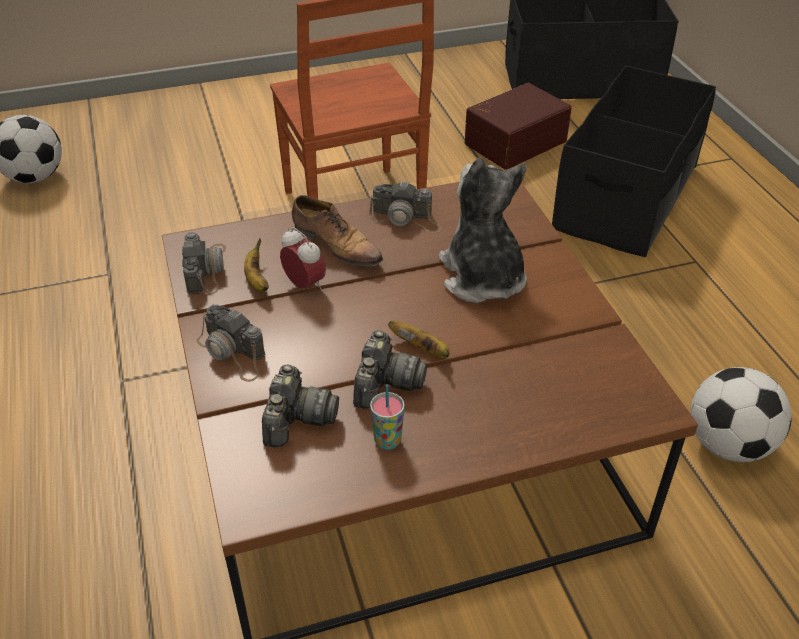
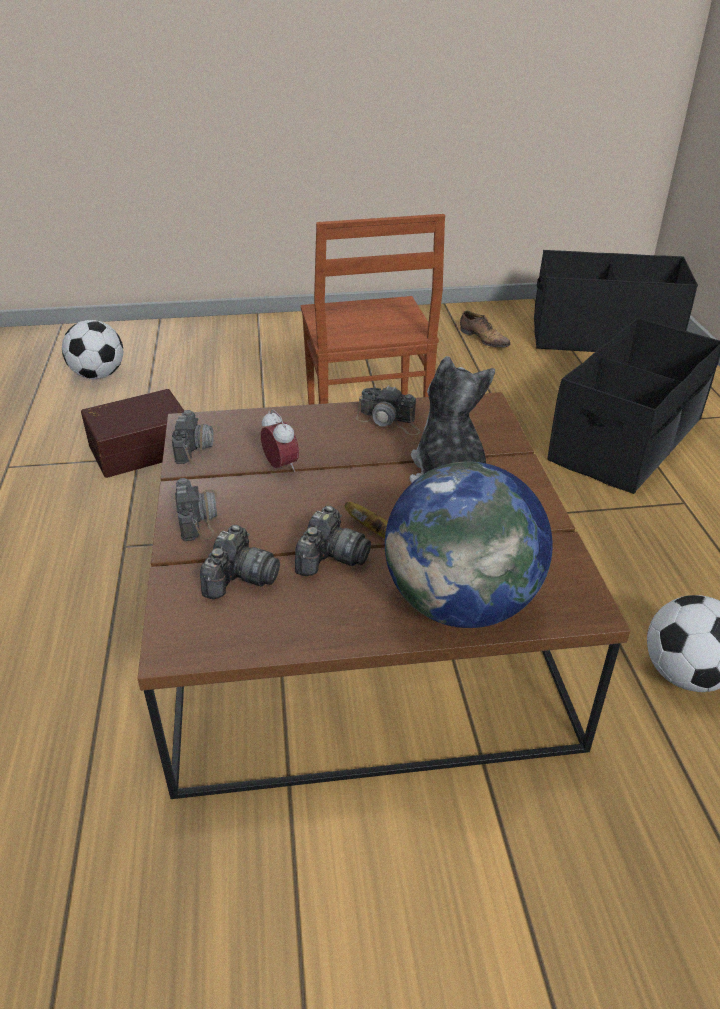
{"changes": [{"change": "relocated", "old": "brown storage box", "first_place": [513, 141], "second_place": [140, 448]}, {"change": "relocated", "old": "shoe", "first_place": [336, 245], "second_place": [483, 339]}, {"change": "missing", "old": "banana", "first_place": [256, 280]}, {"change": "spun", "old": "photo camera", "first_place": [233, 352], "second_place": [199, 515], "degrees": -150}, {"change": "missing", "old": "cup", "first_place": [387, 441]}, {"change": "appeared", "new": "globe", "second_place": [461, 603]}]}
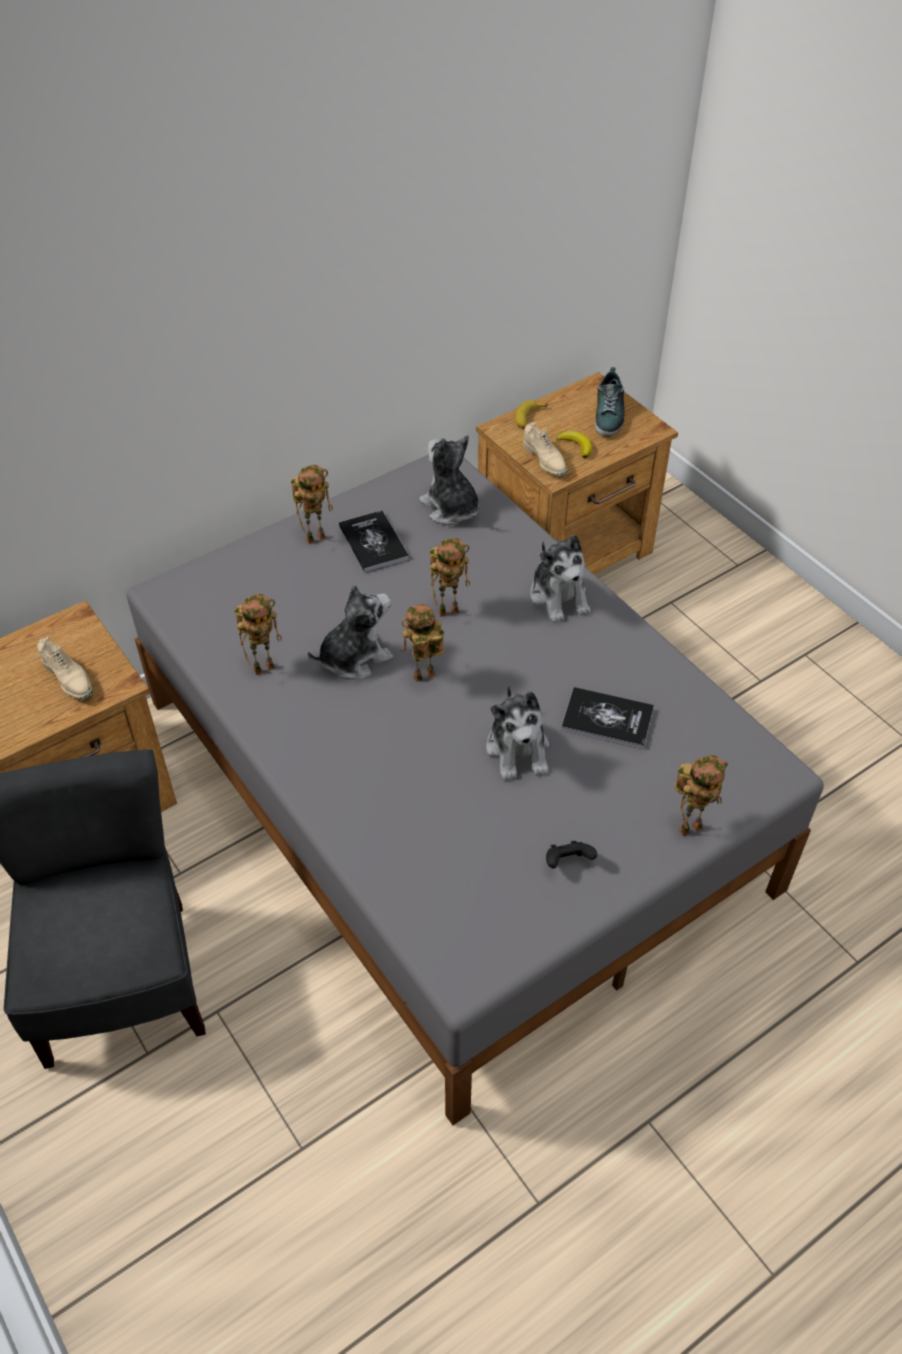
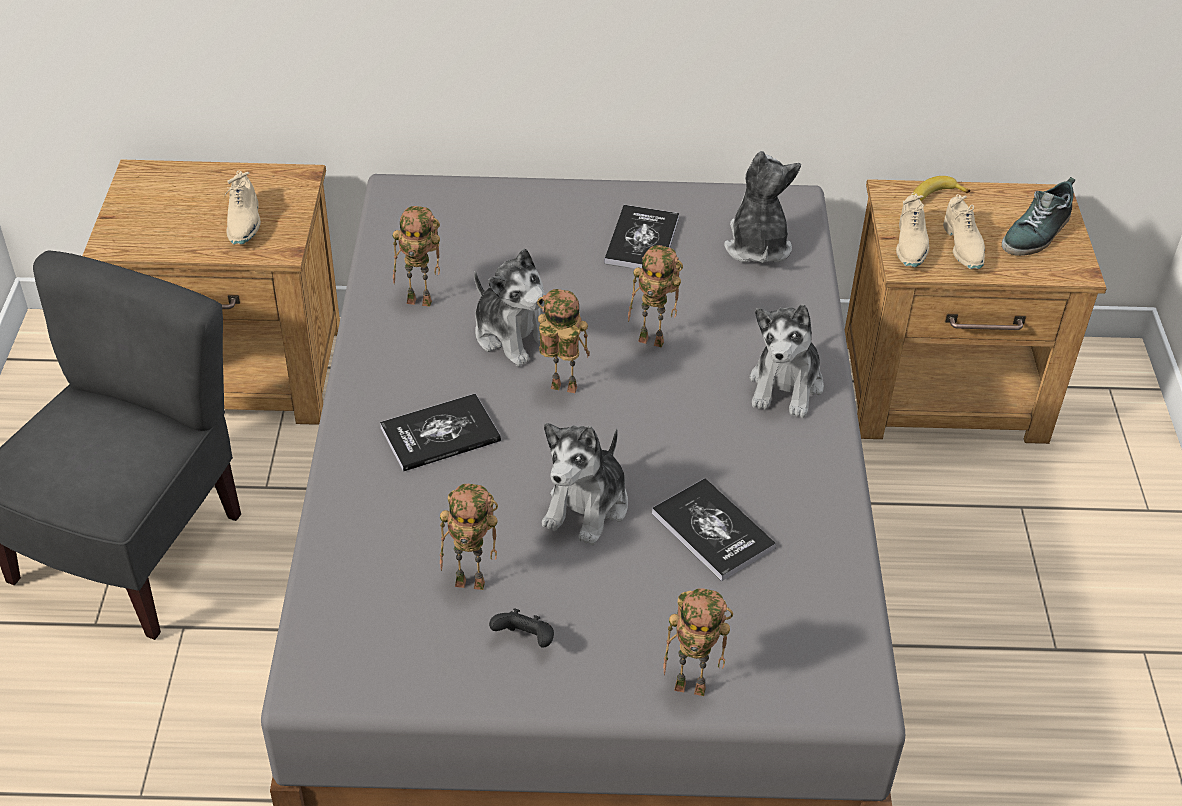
{"changes": [{"change": "exchanged", "old": "banana", "new": "beige shoe", "first_place": [576, 446], "second_place": [963, 247]}, {"change": "relocated", "old": "toy robot", "first_place": [316, 537], "second_place": [472, 581]}, {"change": "spun", "old": "plush toy", "first_place": [354, 658], "second_place": [513, 335], "degrees": 45}, {"change": "appeared", "new": "book", "second_place": [440, 434]}]}
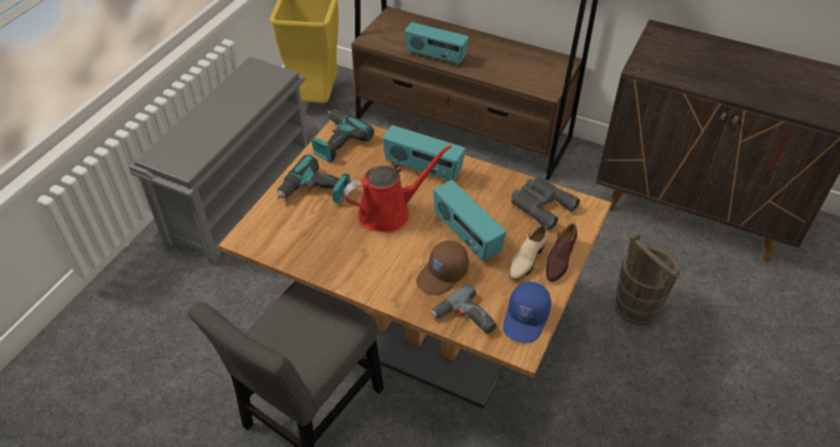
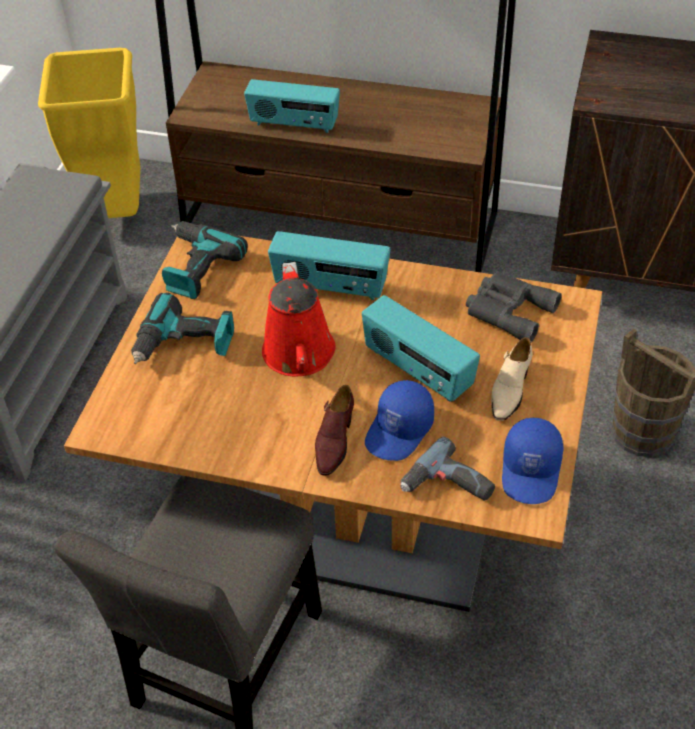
{"changes": [{"change": "spun", "old": "red watering can", "first_place": [389, 212], "second_place": [299, 356], "degrees": 120}, {"change": "relocated", "old": "brown shoe", "first_place": [559, 260], "second_place": [334, 441]}, {"change": "colour", "old": "brown cap", "new": "blue cap", "first_place": [442, 275], "second_place": [400, 431]}]}
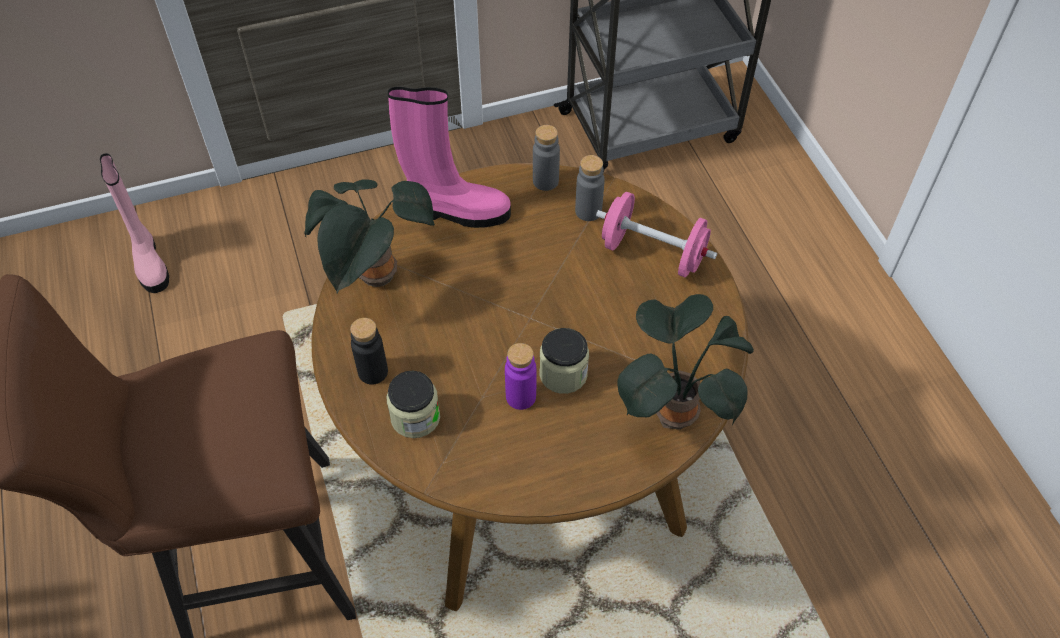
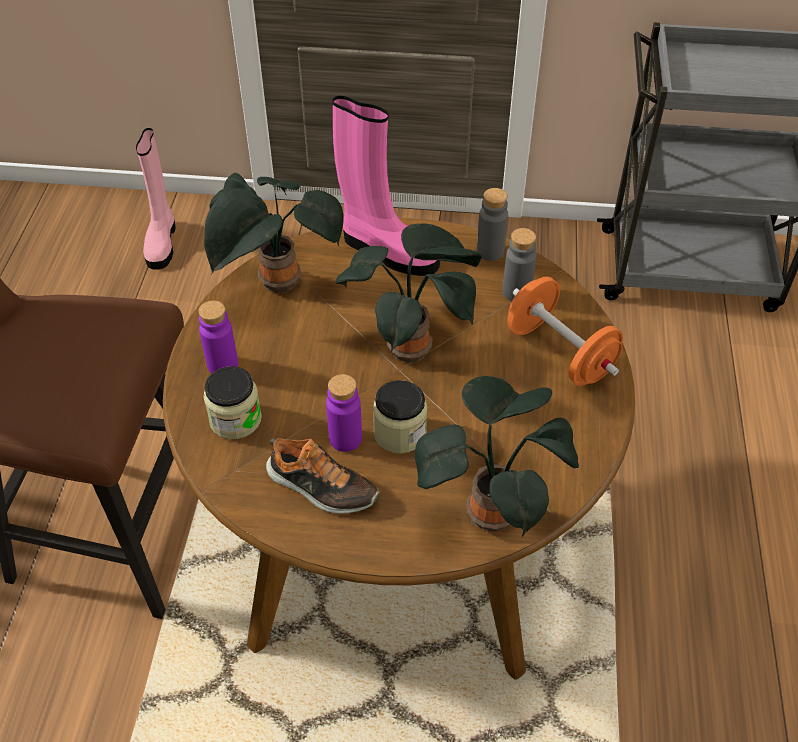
{"changes": [{"change": "colour", "old": "pink dumbbell", "new": "orange dumbbell", "first_place": [652, 253], "second_place": [560, 353]}, {"change": "colour", "old": "black bottle", "new": "purple bottle", "first_place": [373, 372], "second_place": [222, 365]}, {"change": "appeared", "new": "potted plant", "second_place": [413, 347]}, {"change": "appeared", "new": "shoe", "second_place": [321, 487]}]}
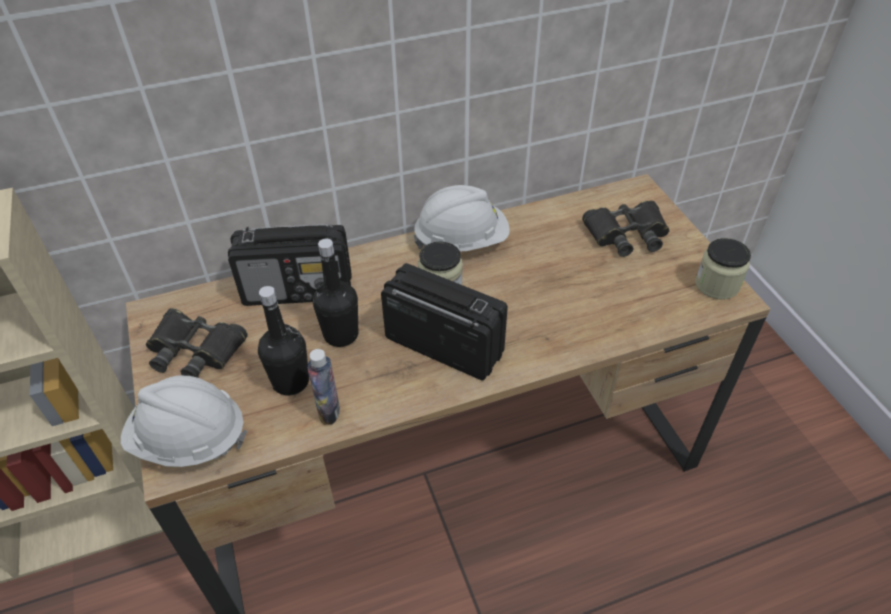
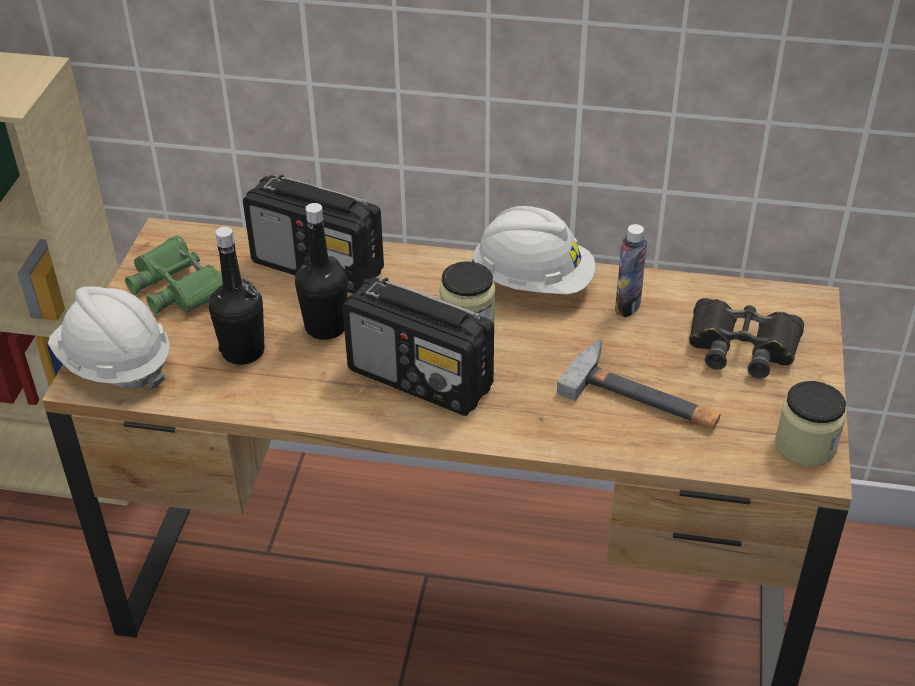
{"changes": [{"change": "spun", "old": "radio", "first_place": [443, 345], "second_place": [421, 379], "degrees": 150}, {"change": "colour", "old": "black binoculars", "new": "green binoculars", "first_place": [195, 350], "second_place": [178, 286]}, {"change": "relocated", "old": "bottle", "first_place": [329, 411], "second_place": [627, 306]}, {"change": "appeared", "new": "hammer", "second_place": [643, 397]}]}
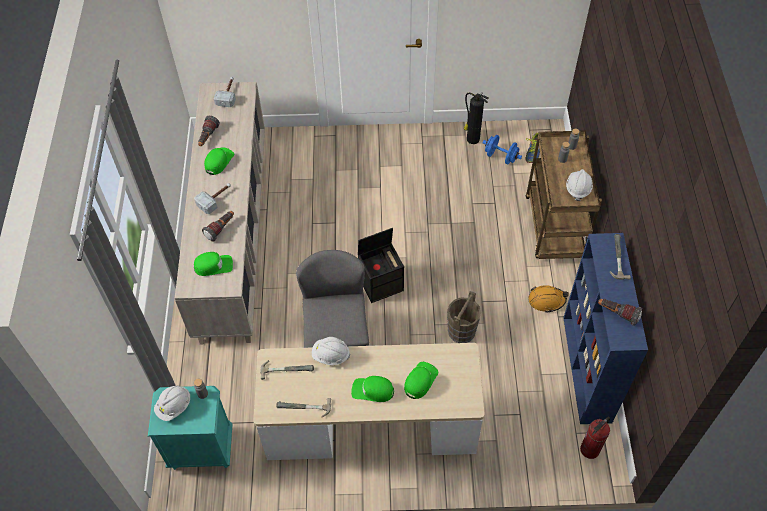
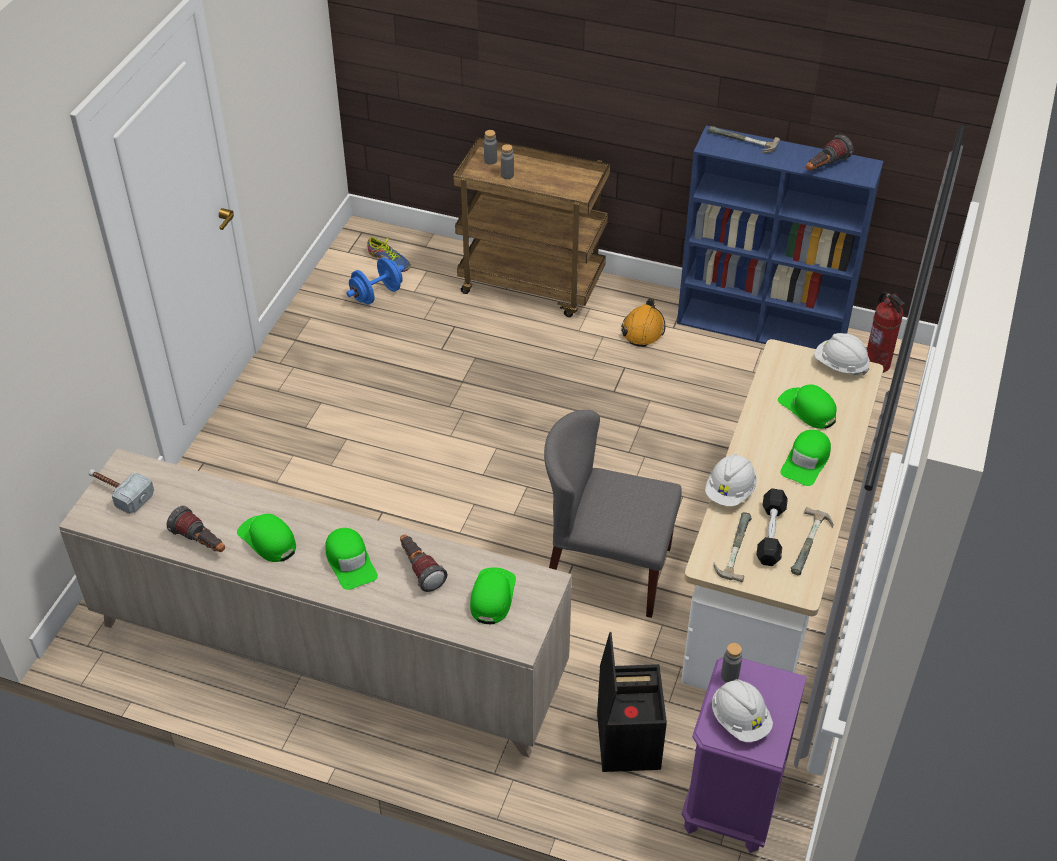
{"changes": [{"change": "missing", "old": "fire extinguisher", "first_place": [472, 138]}, {"change": "relocated", "old": "white hard hat", "first_place": [578, 188], "second_place": [840, 365]}, {"change": "exchanged", "old": "hammer", "new": "green cap", "first_place": [216, 199], "second_place": [350, 562]}, {"change": "relocated", "old": "black storage box", "first_place": [382, 284], "second_place": [627, 740]}, {"change": "missing", "old": "brown bucket", "first_place": [462, 331]}, {"change": "colour", "old": "turquoise nightstand", "new": "purple nightstand", "first_place": [201, 449], "second_place": [732, 801]}, {"change": "appeared", "new": "black dumbbell", "second_place": [770, 534]}]}
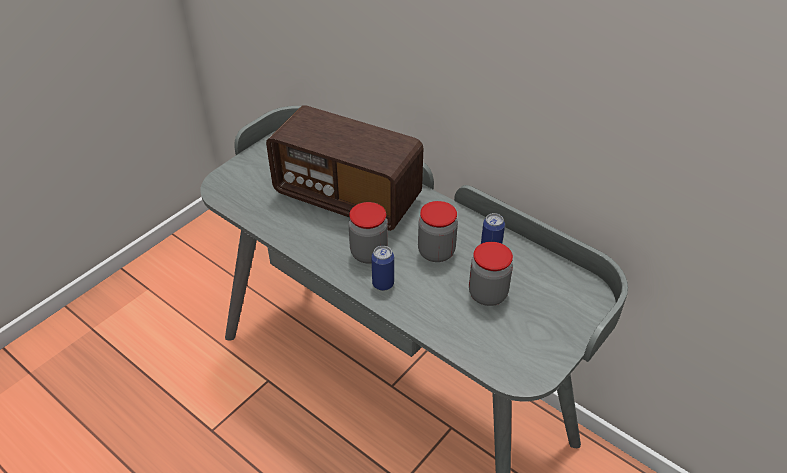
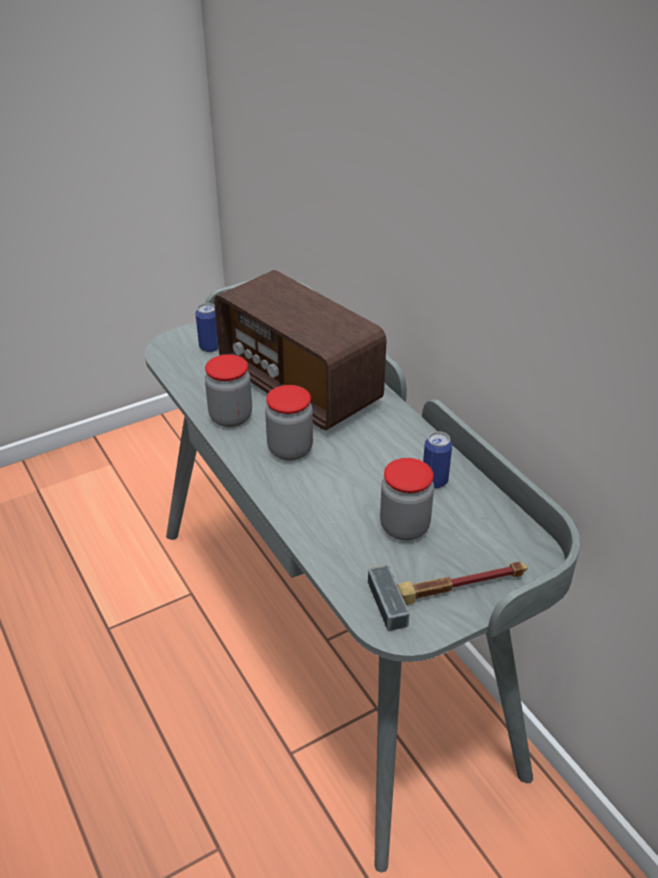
{"changes": [{"change": "relocated", "old": "jar", "first_place": [436, 252], "second_place": [231, 417]}, {"change": "relocated", "old": "can", "first_place": [383, 284], "second_place": [210, 347]}, {"change": "appeared", "new": "hammer", "second_place": [452, 590]}]}
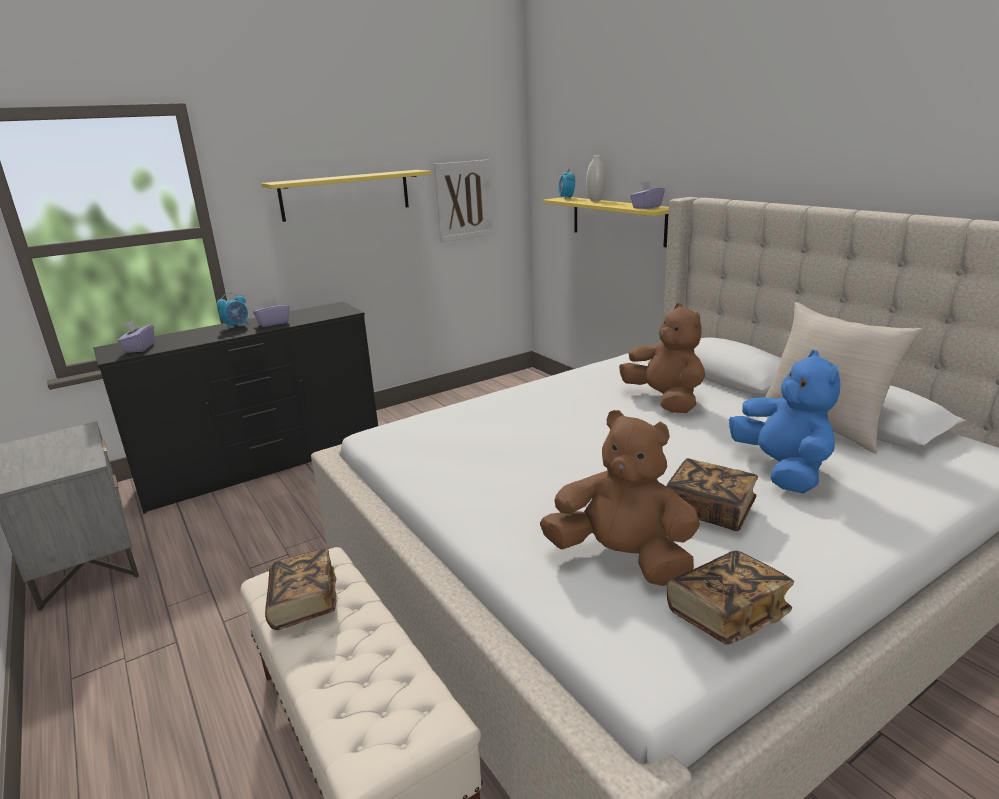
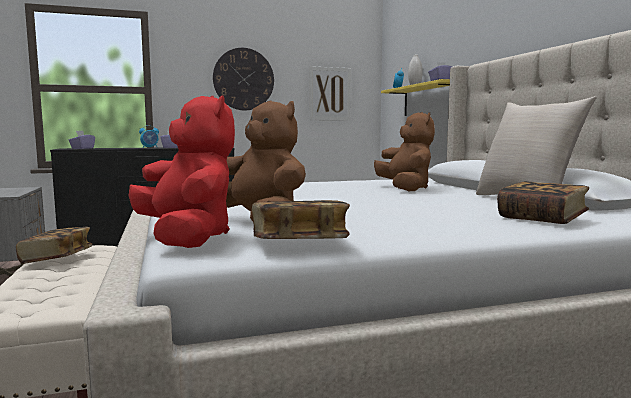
{"changes": [{"change": "exchanged", "old": "yellow shelf", "new": "wall clock", "first_place": [346, 195], "second_place": [243, 79]}, {"change": "missing", "old": "blue plush toy", "first_place": [782, 470]}, {"change": "relocated", "old": "book", "first_place": [709, 510], "second_place": [541, 219]}, {"change": "appeared", "new": "red plush toy", "second_place": [187, 238]}]}
